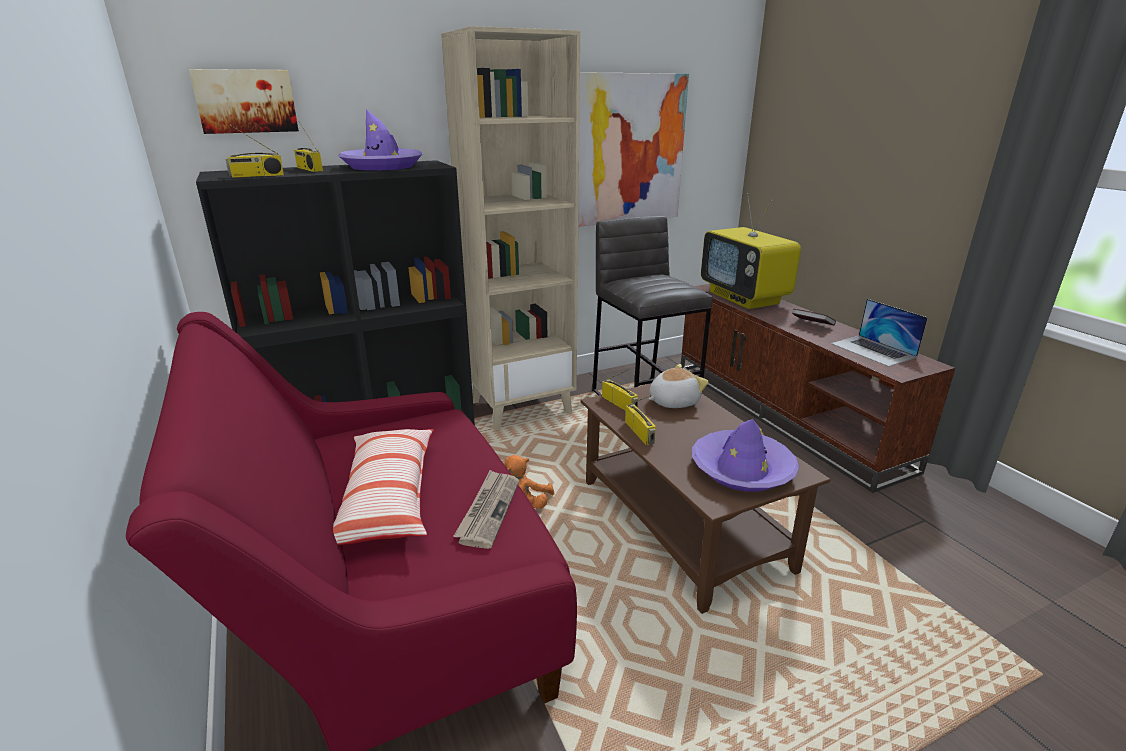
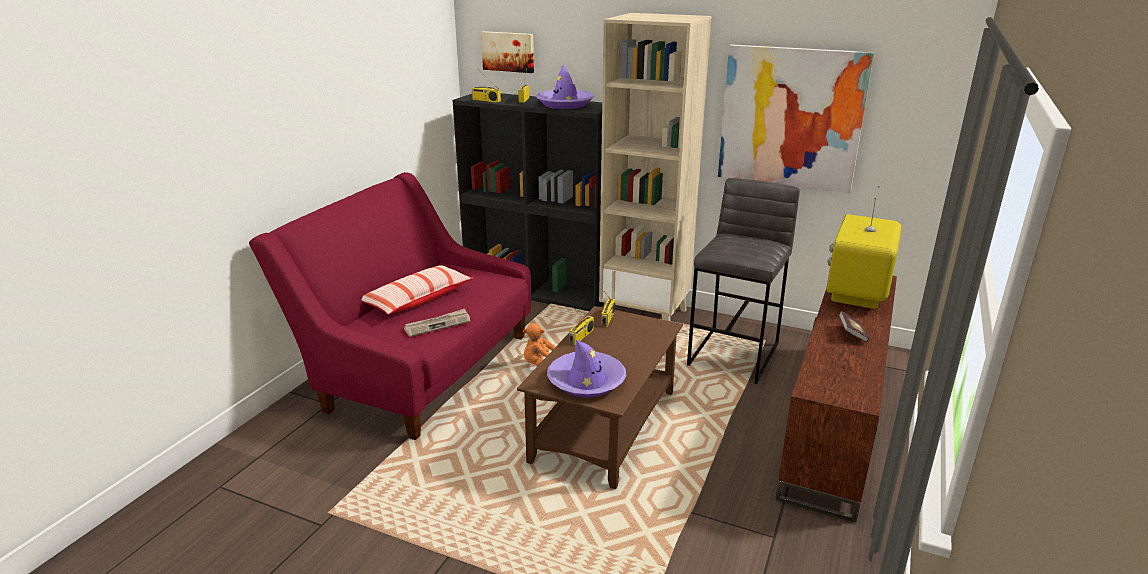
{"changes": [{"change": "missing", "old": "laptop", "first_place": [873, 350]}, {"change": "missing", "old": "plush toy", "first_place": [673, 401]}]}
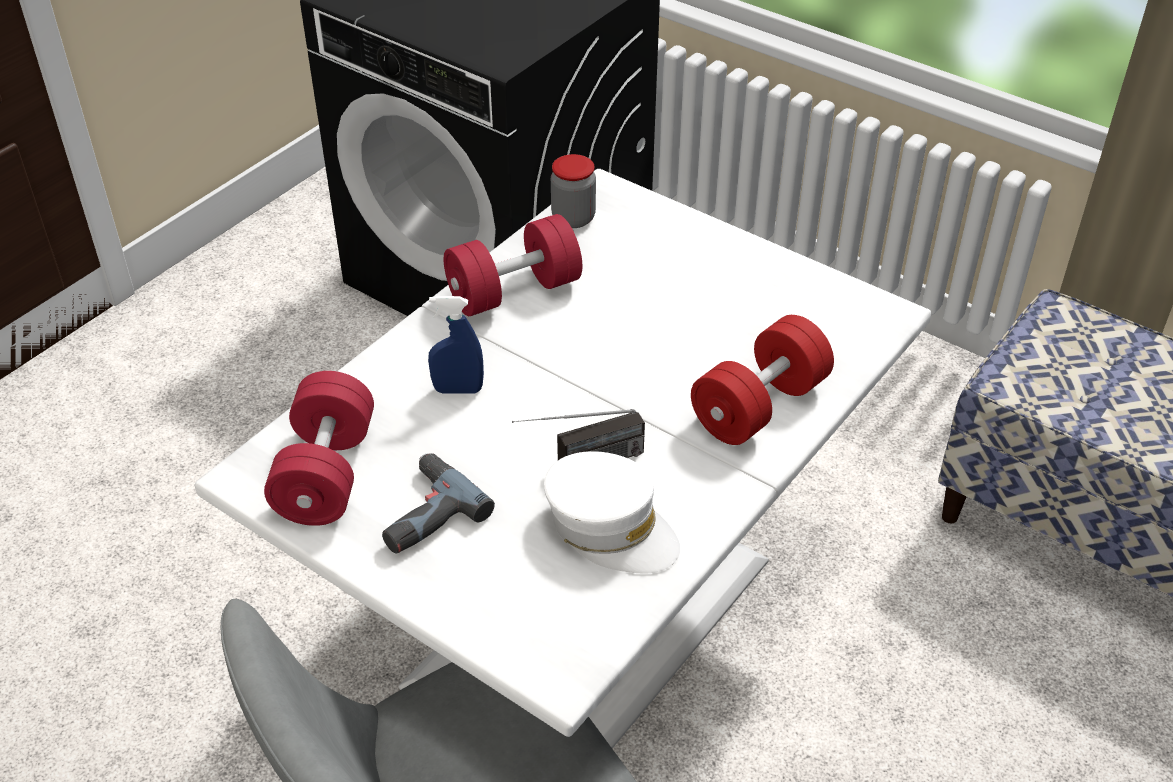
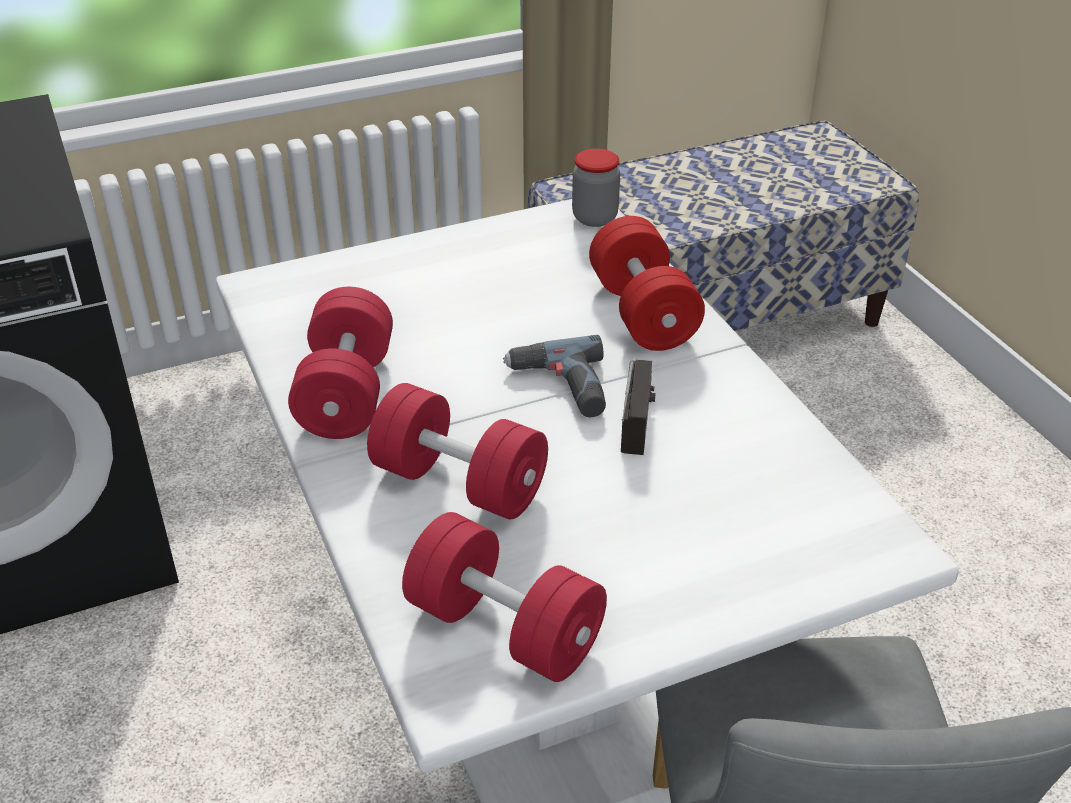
{"changes": [{"change": "relocated", "old": "jar", "first_place": [573, 218], "second_place": [594, 218]}, {"change": "exchanged", "old": "blue spray bottle", "new": "red dumbbell", "first_place": [458, 390], "second_place": [459, 483]}, {"change": "missing", "old": "white cap", "first_place": [610, 528]}, {"change": "relocated", "old": "power drill", "first_place": [423, 513], "second_place": [560, 388]}]}
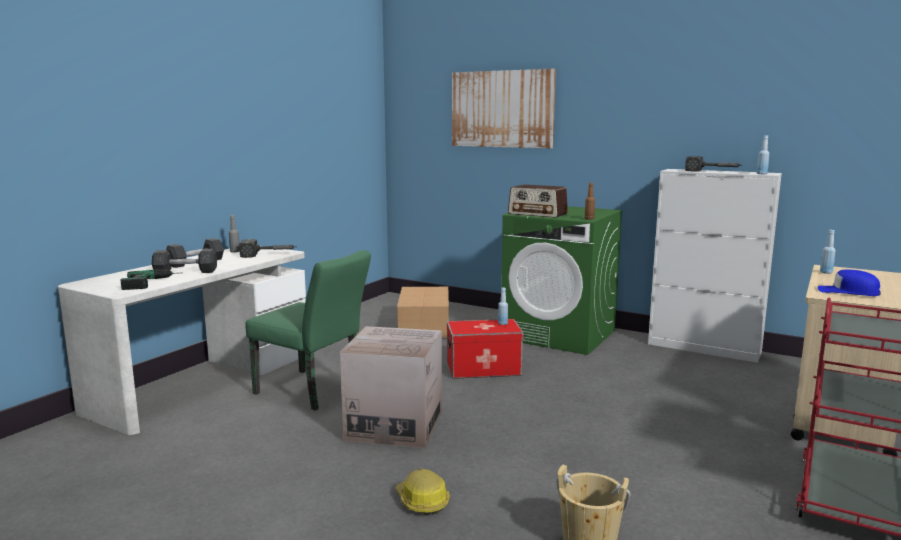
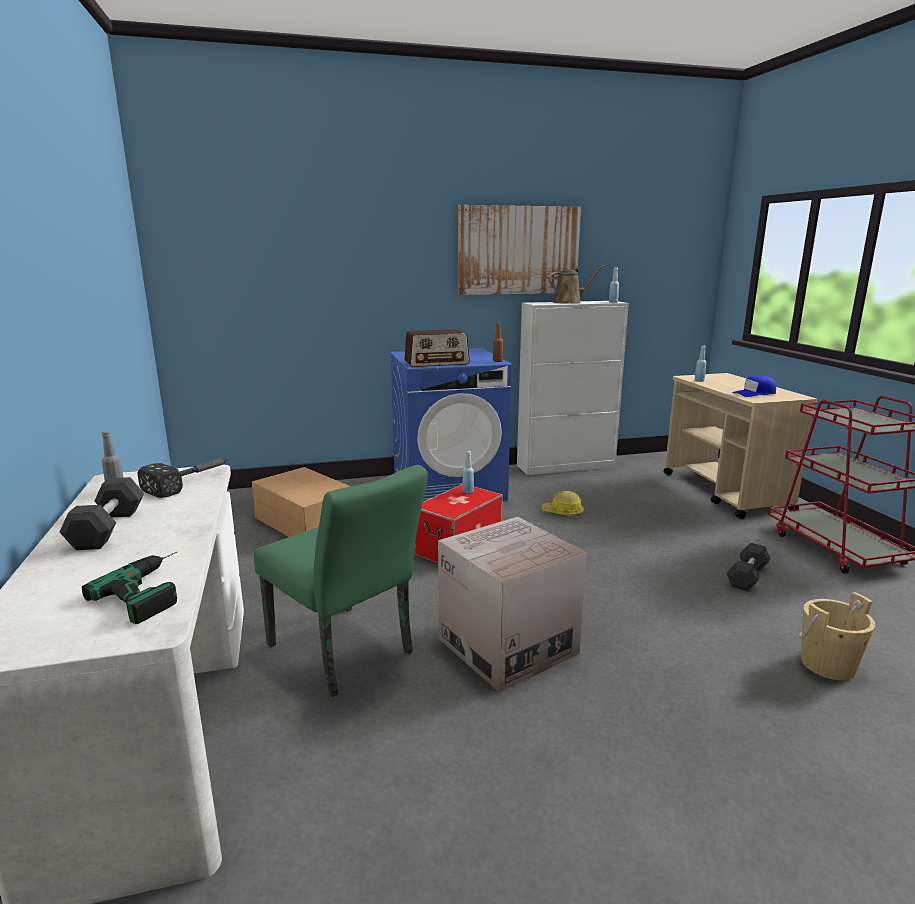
{"changes": [{"change": "relocated", "old": "picture", "first_place": [502, 109], "second_place": [518, 250]}, {"change": "exchanged", "old": "hammer", "new": "brown watering can", "first_place": [713, 171], "second_place": [569, 302]}, {"change": "colour", "old": "green washing machine", "new": "blue washing machine", "first_place": [559, 334], "second_place": [449, 488]}, {"change": "relocated", "old": "grey dumbbell", "first_place": [185, 272], "second_place": [747, 576]}, {"change": "spun", "old": "green chair", "first_place": [314, 391], "second_place": [346, 654], "degrees": 60}, {"change": "relocated", "old": "hard hat", "first_place": [422, 501], "second_place": [563, 512]}]}
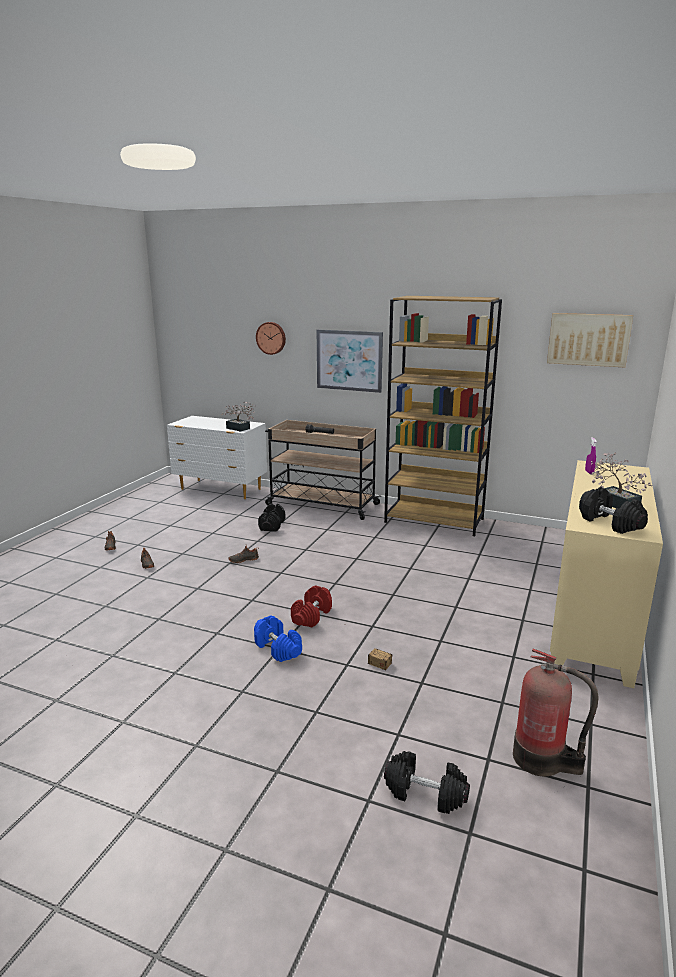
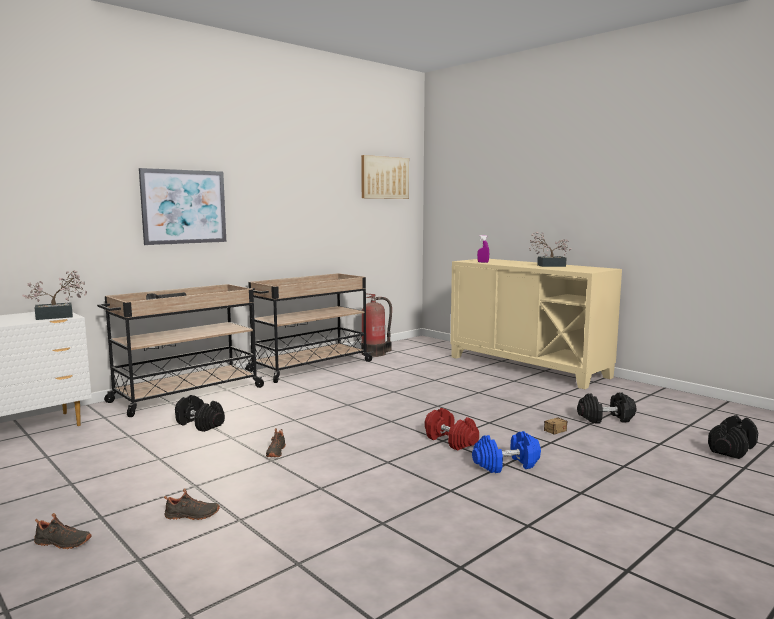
{"changes": [{"change": "exchanged", "old": "brown bookcase", "new": "beige cart", "first_place": [435, 520], "second_place": [309, 367]}, {"change": "missing", "old": "wall clock", "first_place": [271, 338]}, {"change": "relocated", "old": "black dumbbell", "first_place": [610, 523], "second_place": [605, 419]}, {"change": "relocated", "old": "fire extinguisher", "first_place": [542, 759], "second_place": [375, 353]}]}
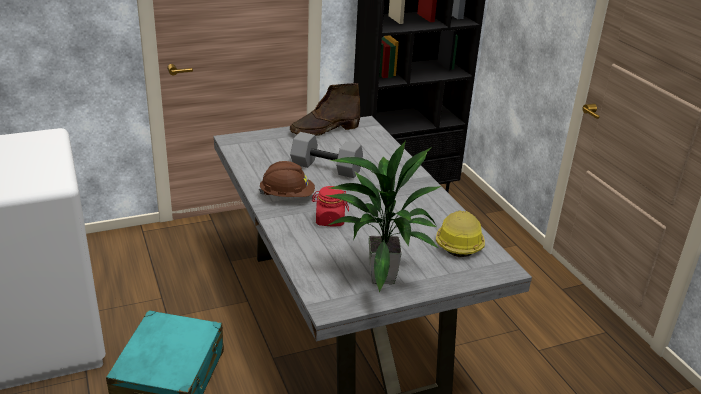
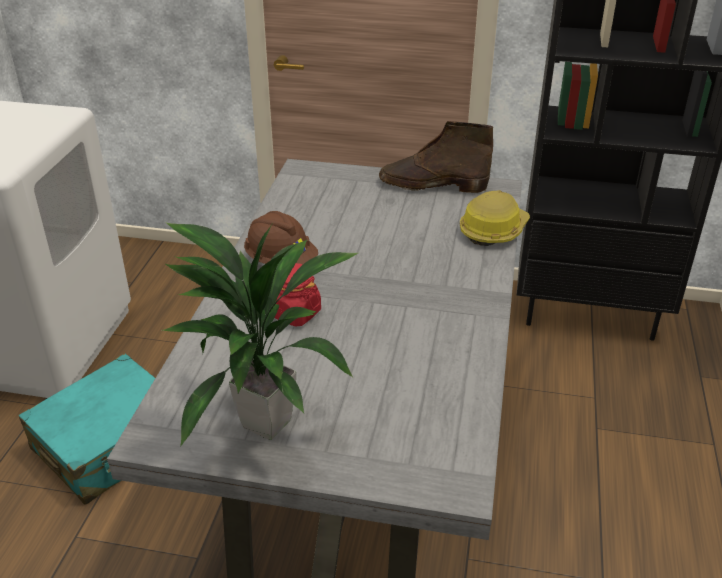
{"changes": [{"change": "missing", "old": "grey dumbbell", "first_place": [327, 167]}, {"change": "relocated", "old": "hard hat", "first_place": [459, 242], "second_place": [493, 230]}]}
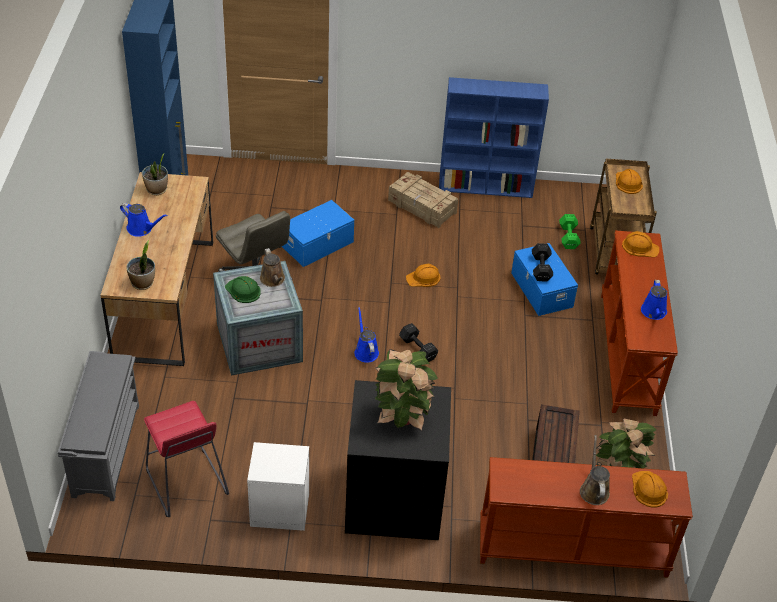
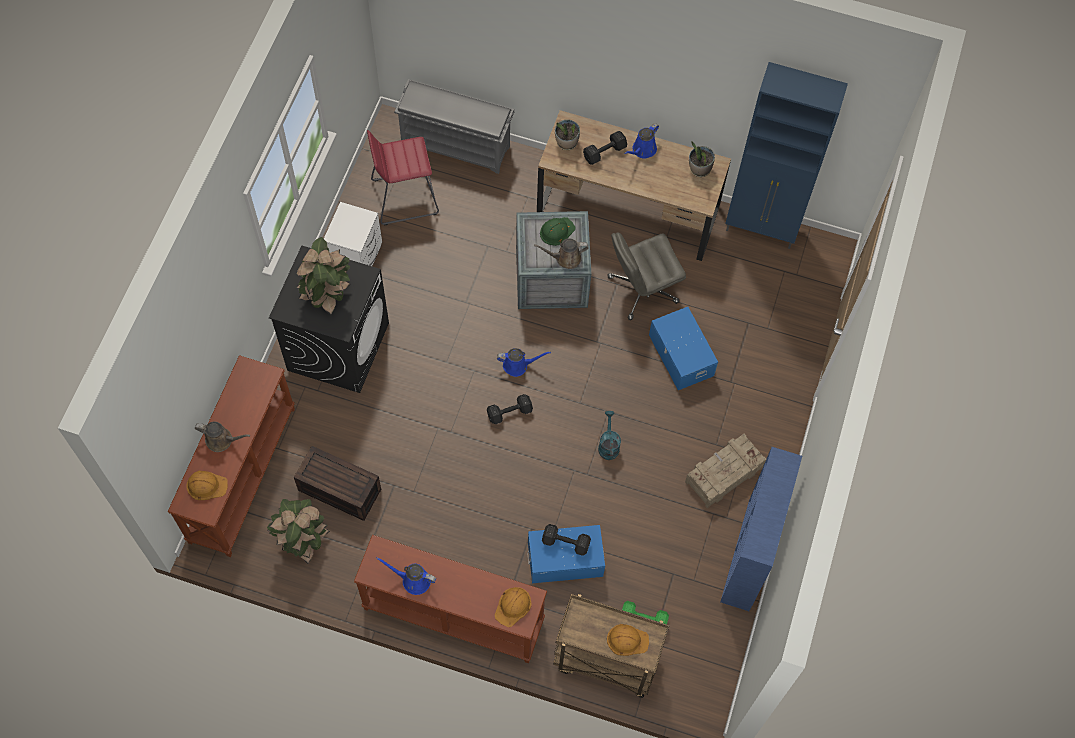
{"changes": [{"change": "exchanged", "old": "orange hard hat", "new": "turquoise watering can", "first_place": [423, 278], "second_place": [608, 445]}, {"change": "appeared", "new": "black dumbbell", "second_place": [603, 152]}]}
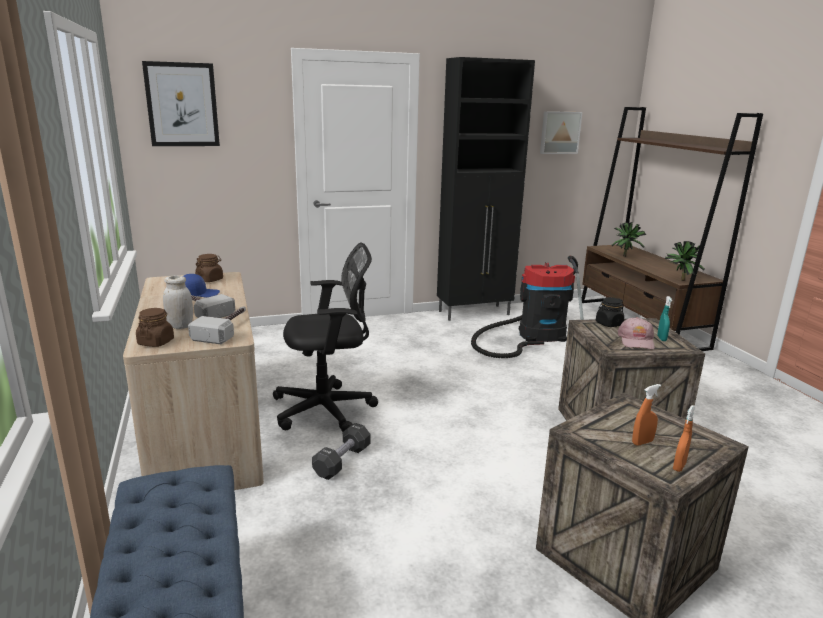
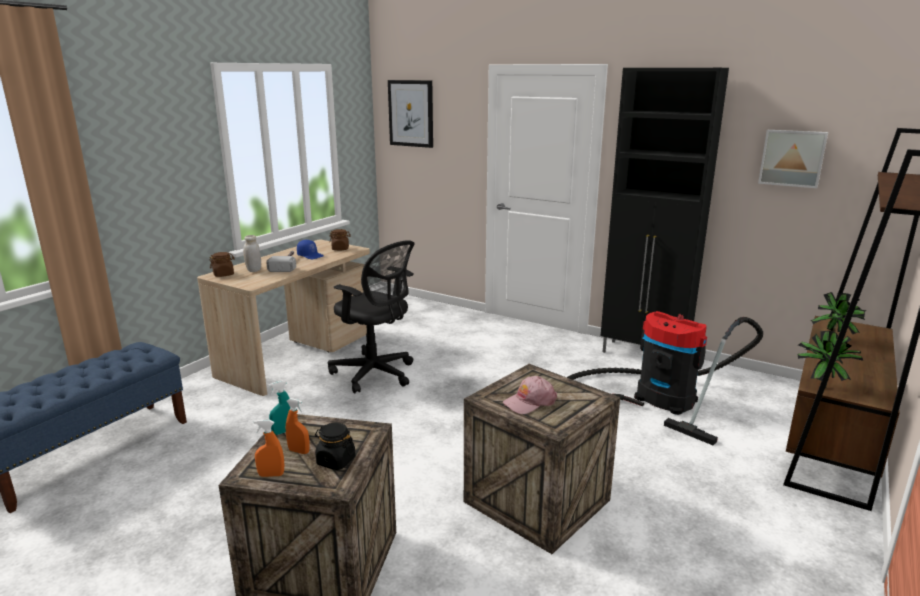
{"changes": [{"change": "relocated", "old": "turquoise spray bottle", "first_place": [661, 338], "second_place": [283, 431]}, {"change": "relocated", "old": "black jar", "first_place": [608, 324], "second_place": [335, 461]}, {"change": "missing", "old": "hammer", "first_place": [226, 329]}, {"change": "missing", "old": "black dumbbell", "first_place": [342, 461]}]}
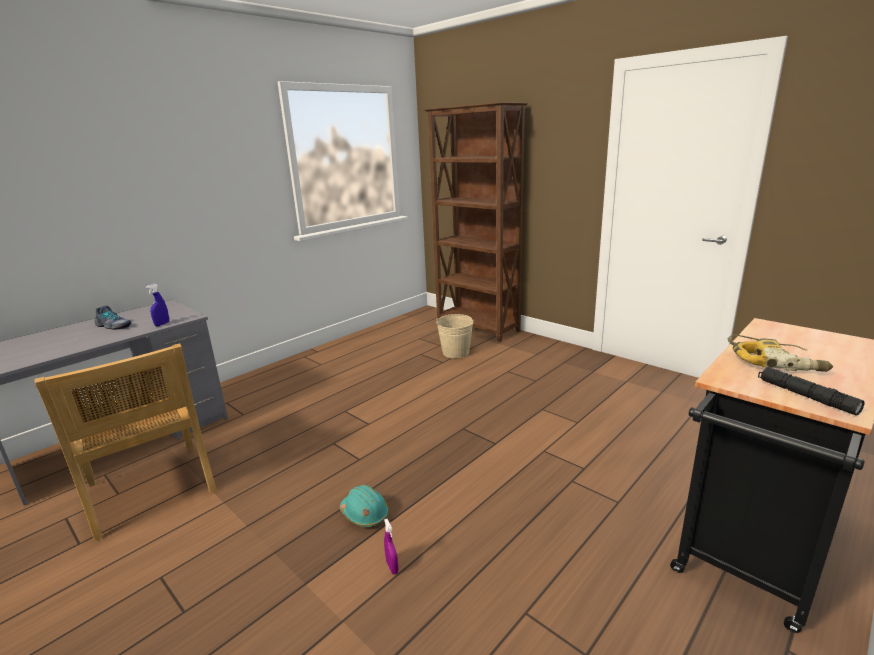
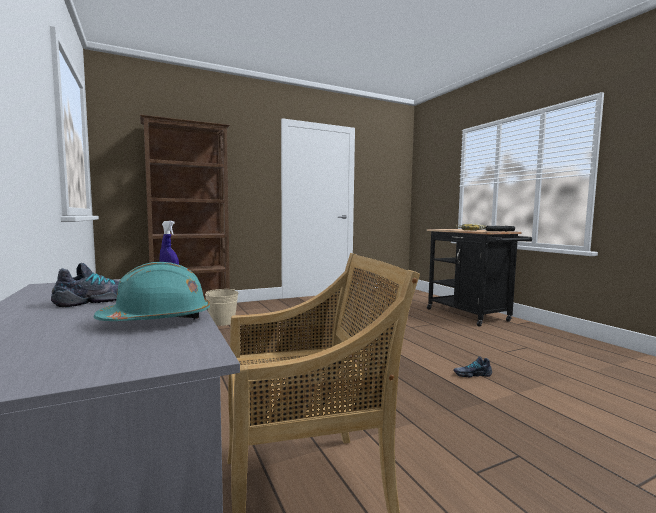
{"changes": [{"change": "relocated", "old": "turquoise hard hat", "first_place": [365, 514], "second_place": [157, 320]}, {"change": "exchanged", "old": "purple spray bottle", "new": "shoe", "first_place": [392, 567], "second_place": [472, 374]}]}
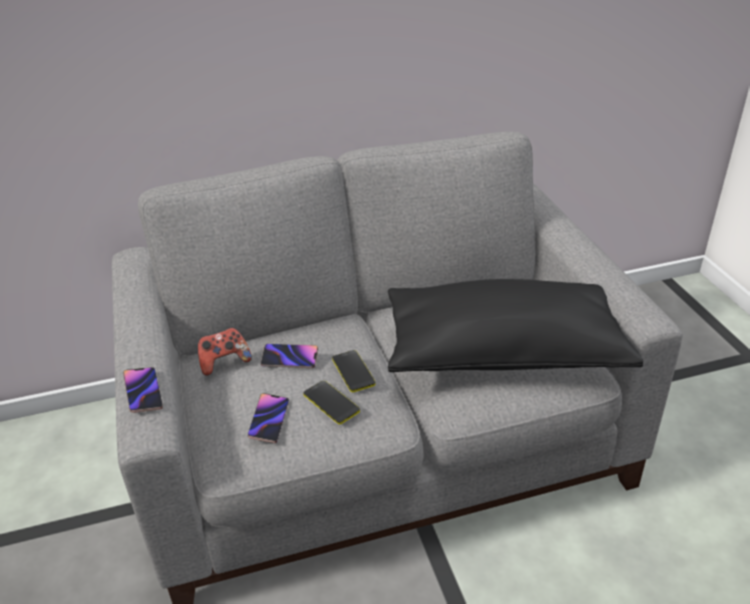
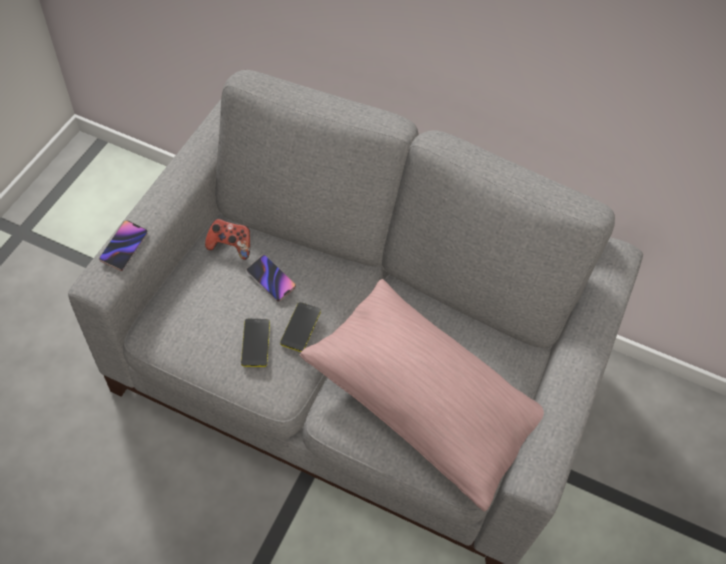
{"changes": [{"change": "colour", "old": "black pillow", "new": "pink pillow", "first_place": [504, 352], "second_place": [424, 402]}, {"change": "missing", "old": "phone", "first_place": [269, 420]}]}
